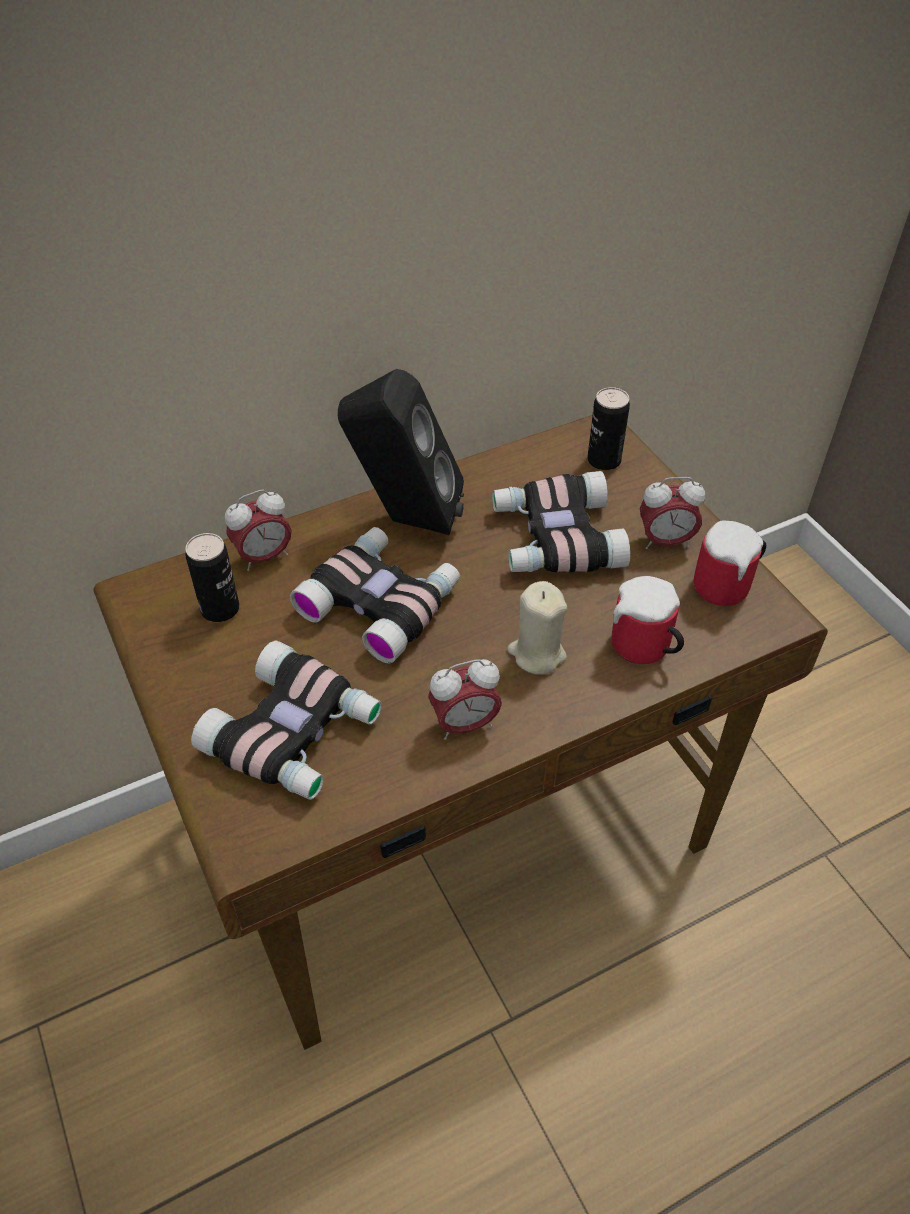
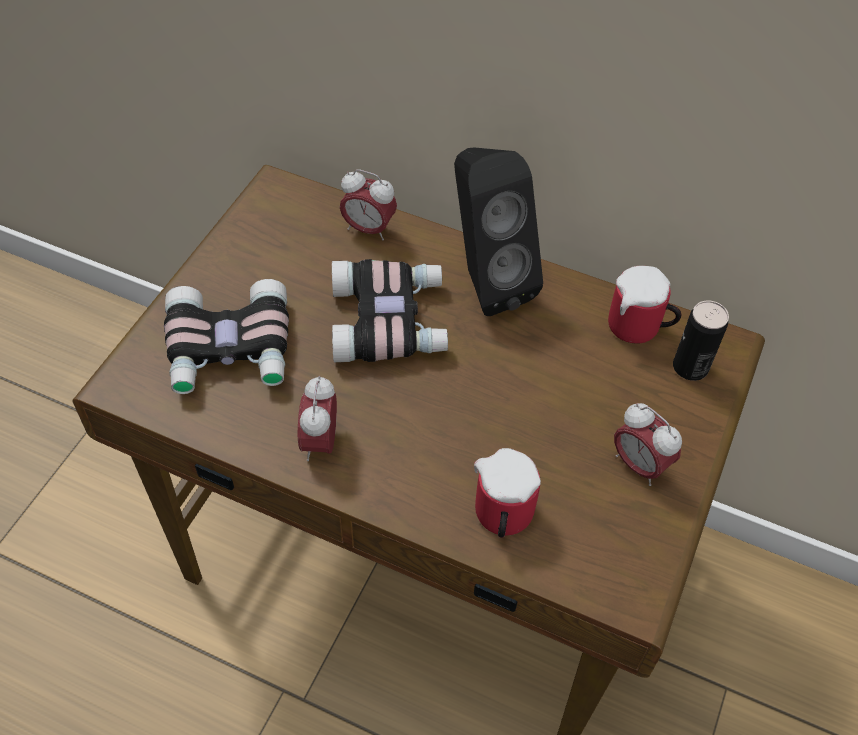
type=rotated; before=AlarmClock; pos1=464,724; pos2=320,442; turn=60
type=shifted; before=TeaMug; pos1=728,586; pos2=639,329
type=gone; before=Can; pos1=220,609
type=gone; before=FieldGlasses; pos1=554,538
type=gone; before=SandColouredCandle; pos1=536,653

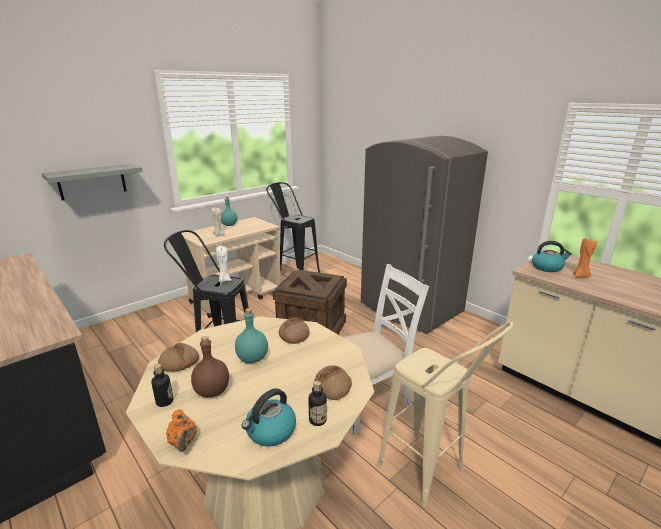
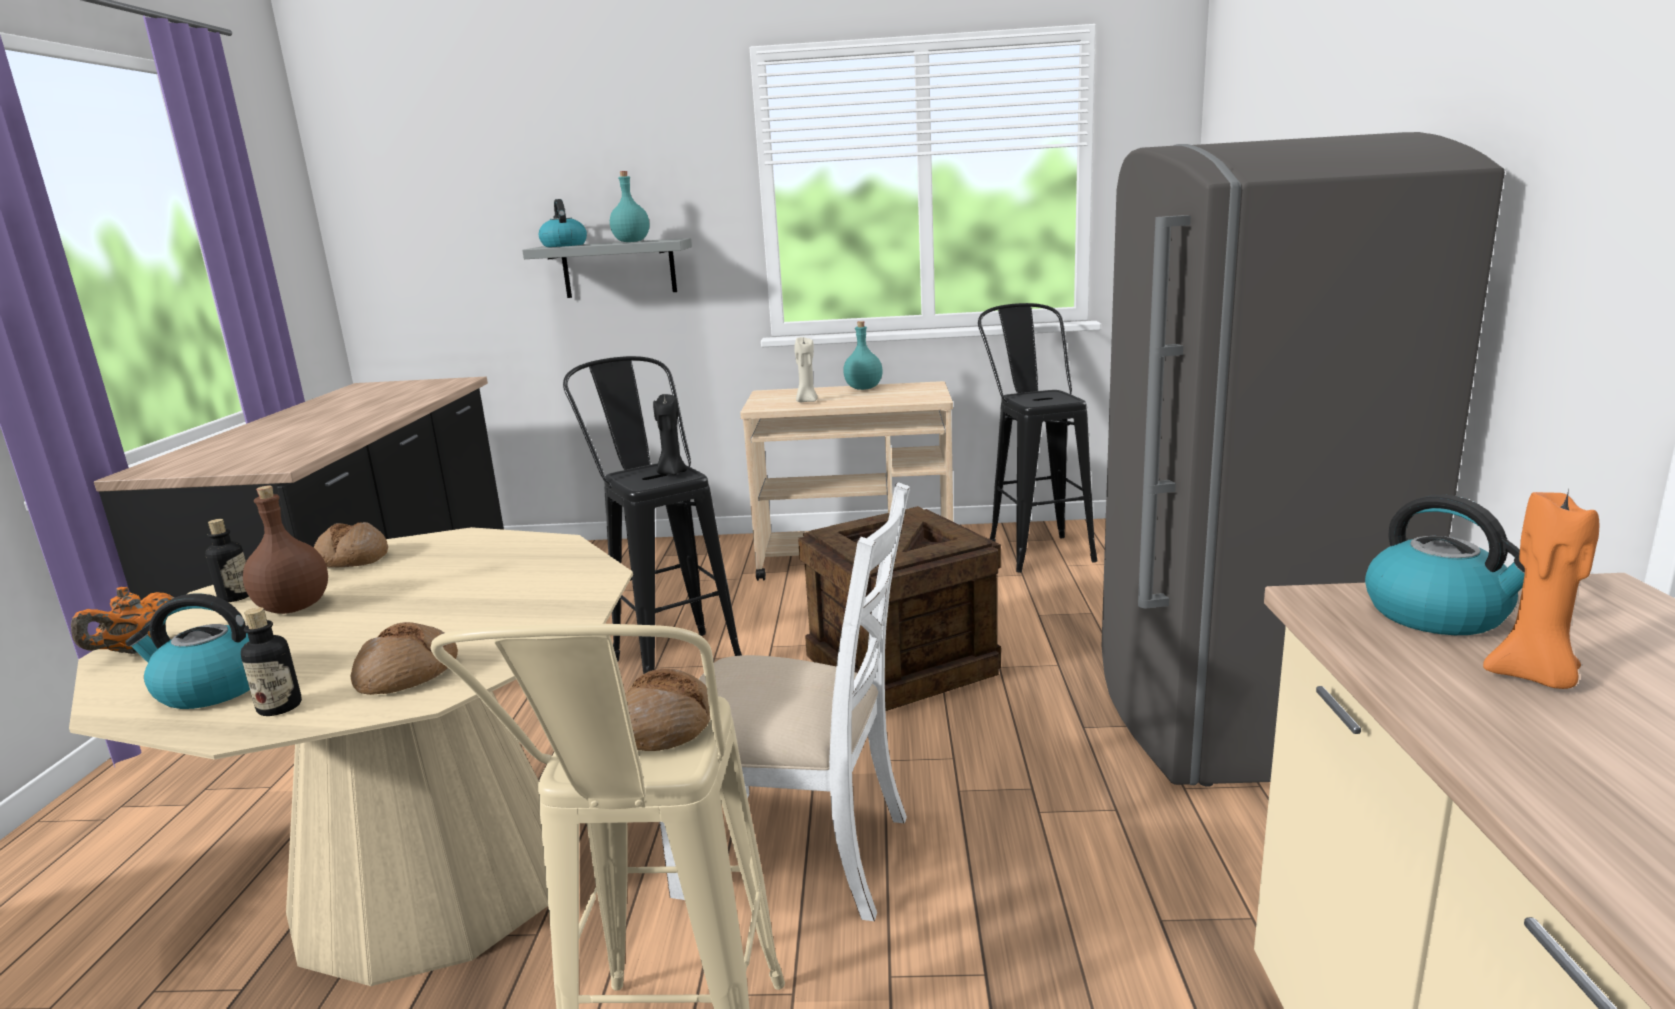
type=new; after=WaterKettle; pos2=564,245
type=shifted; before=BlueGreenDrinkBottle; pos1=252,359; pos2=631,242
type=shifted; before=BakeryBread; pos1=294,335; pos2=664,726
type=repainted; before=WhitishCandle; after=BlackCandle; pos1=224,280; pos2=672,473

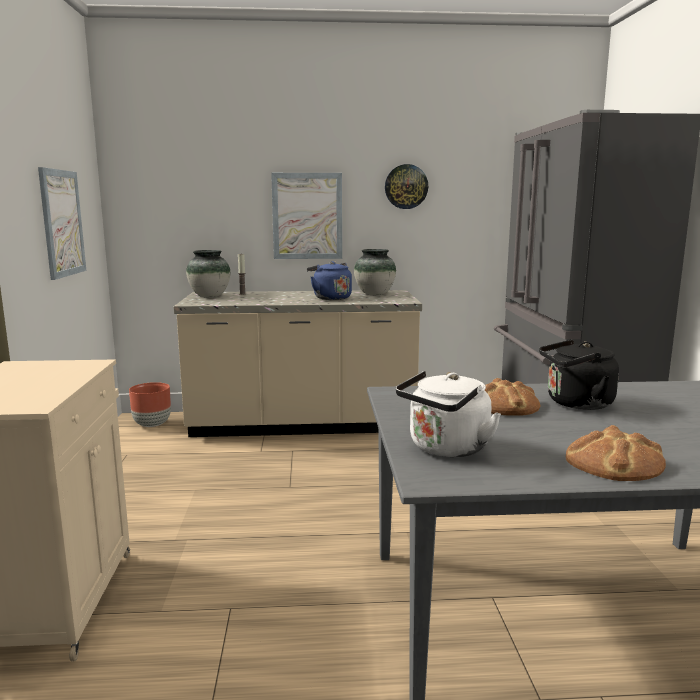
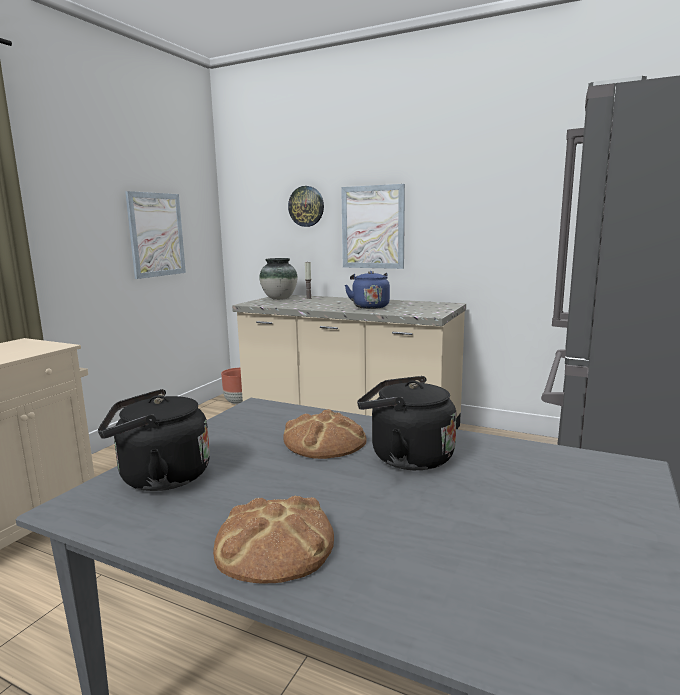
type=repainted; before=WhitishWaterKettle; after=BlackWaterKettle; pos1=446,449; pos2=159,478
type=shifted; before=HangingClock; pos1=406,186; pos2=306,206
type=gone; before=DecorativeVase; pos1=374,294

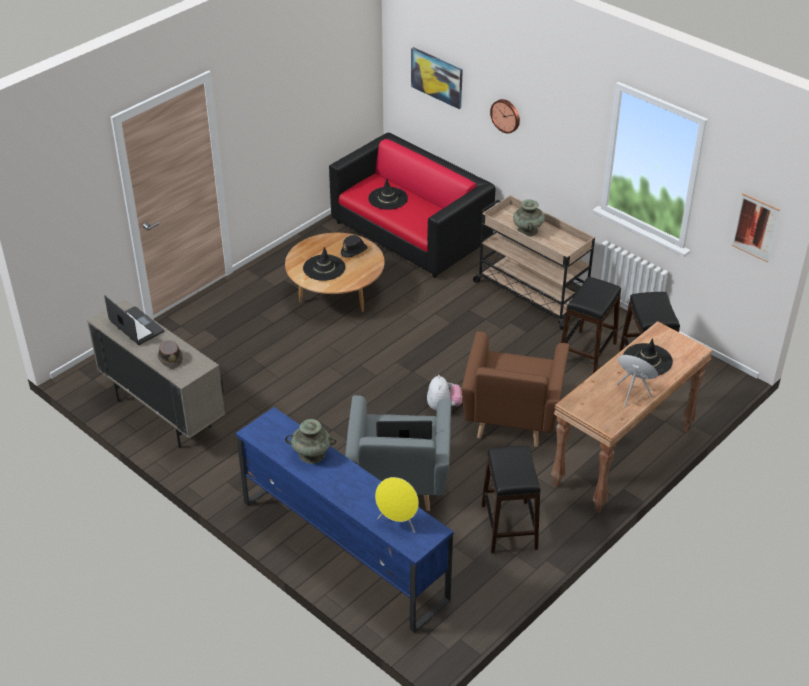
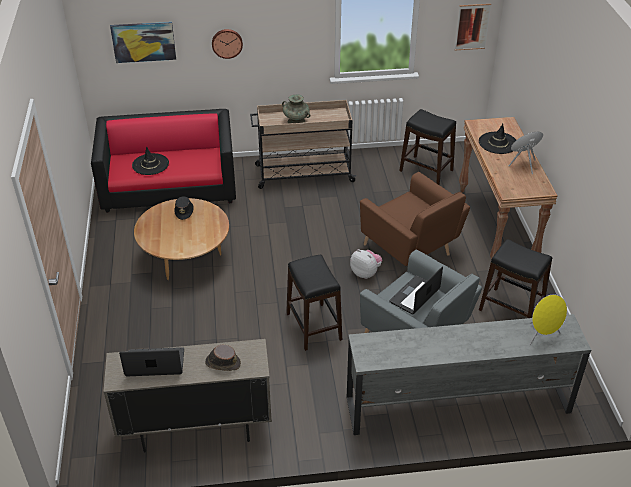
type=shifted; before=BlackStool; pos1=587,352; pos2=314,326
type=repainted; before=BlueColouredTvUnit; after=GreyishTvUnit; pos1=343,549; pos2=456,405
type=gone; before=BlueGreenDecorativeVase; pos1=311,454
type=gone; before=BlackWearableHat; pos1=324,268

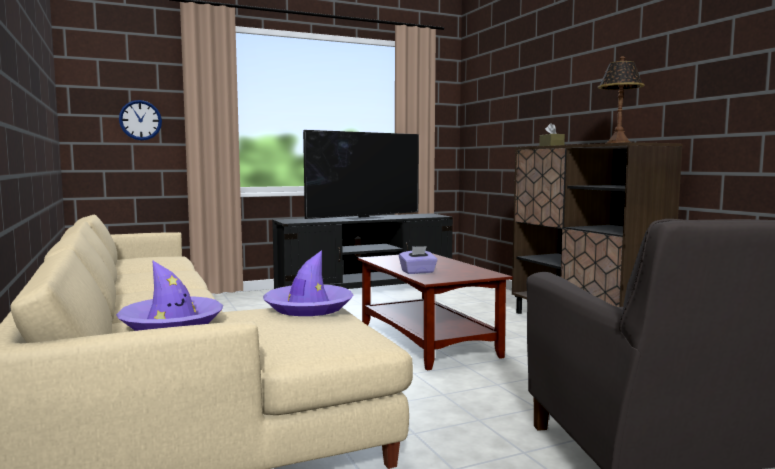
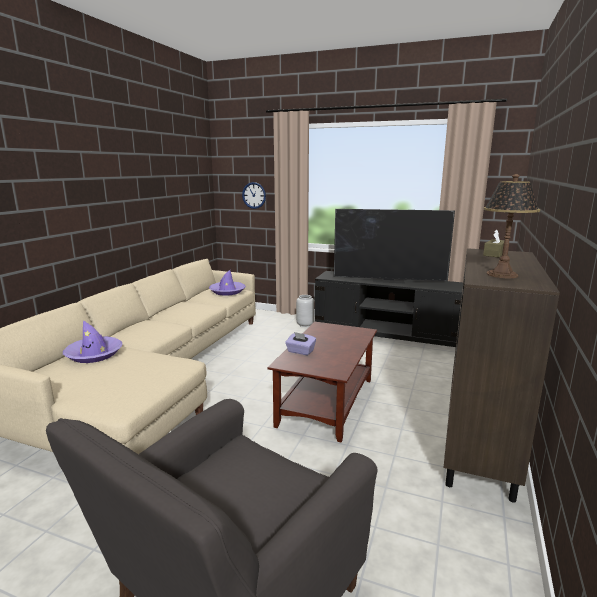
type=shifted; before=PurplishWearableHat; pos1=308,308; pos2=227,291
type=new; after=GreyishDecorativeVase; pos2=304,324

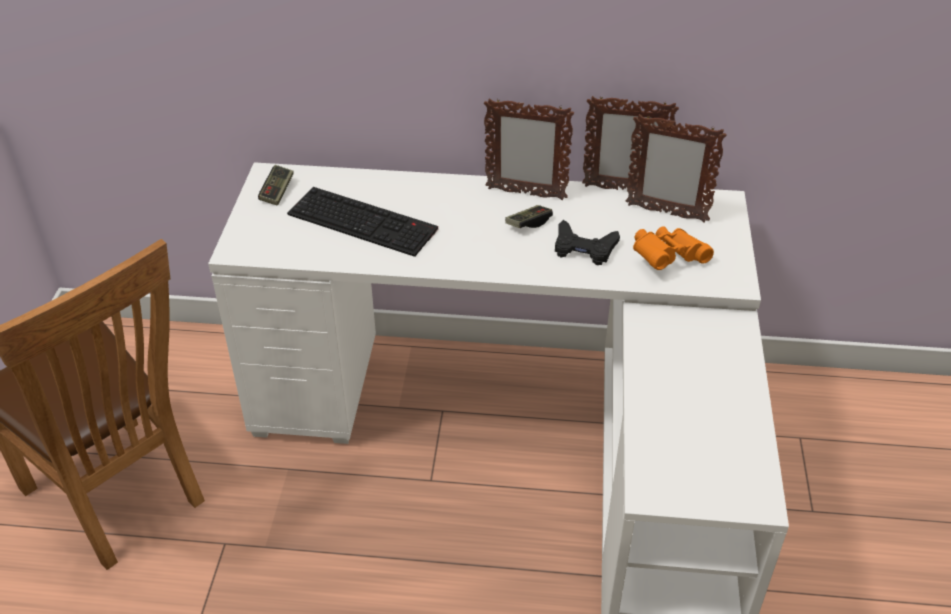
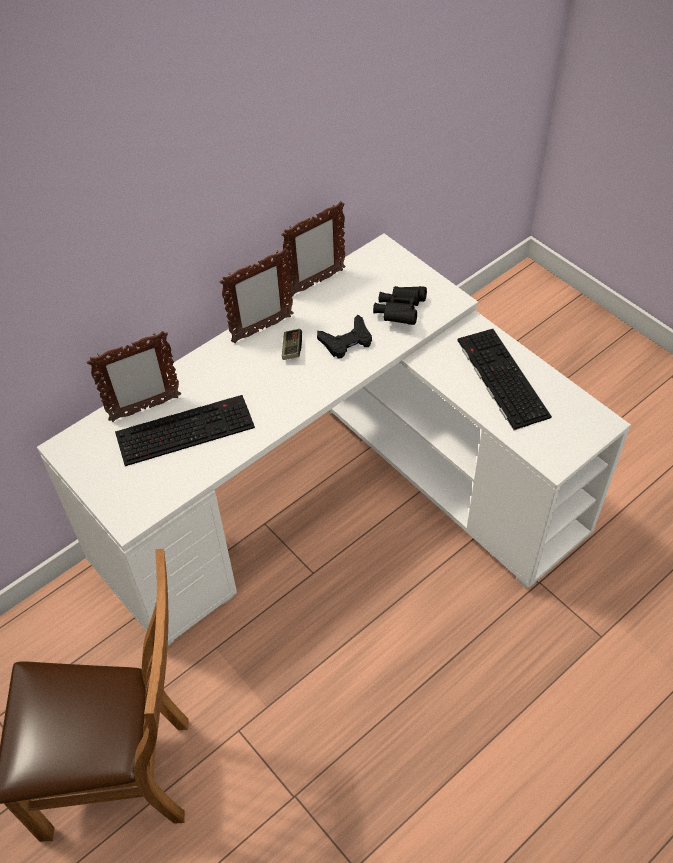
type=shifted; before=PhotoFrame; pos1=665,213; pos2=144,409
type=repainted; before=OrangeFieldGlasses; after=BlackFieldGlasses; pos1=667,258; pos2=400,312
type=new; after=ComputerKeyboard; pos2=500,377
type=gone; before=Gamepad; pos1=277,192

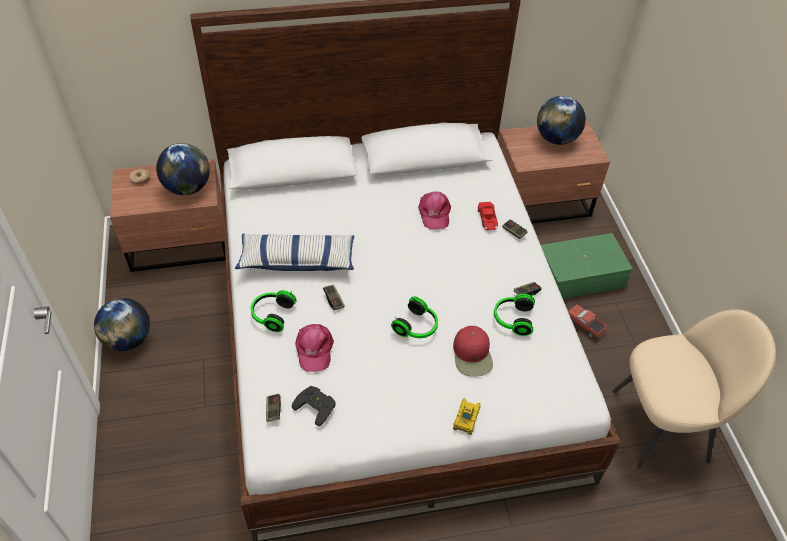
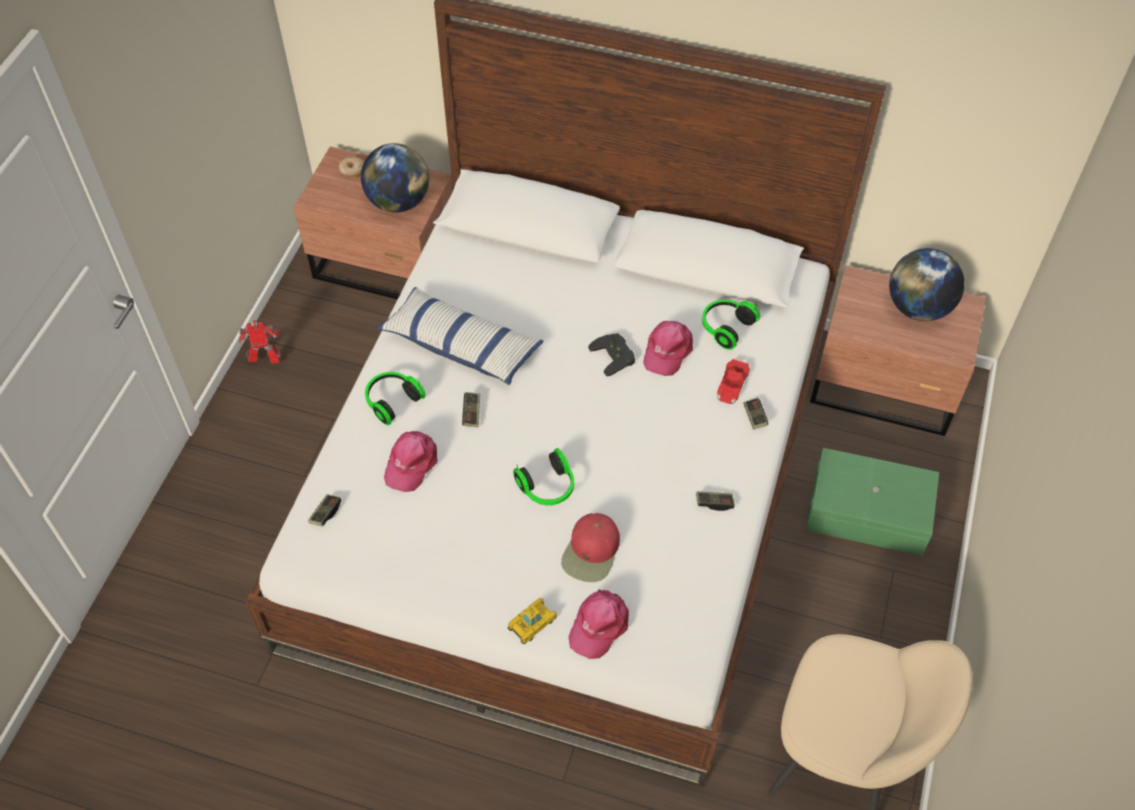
type=swapped; before=DeskGlobe; after=RobotFigure; pos1=128,340; pos2=266,361
type=new; after=PinkPeakedCap; pos2=599,625
type=shifted; before=BlackGamepad; pos1=317,405; pos2=615,355
type=shifted; before=PairOfHeadphones; pos1=512,319; pos2=725,327
type=gone; before=ToyTruck; pos1=584,325

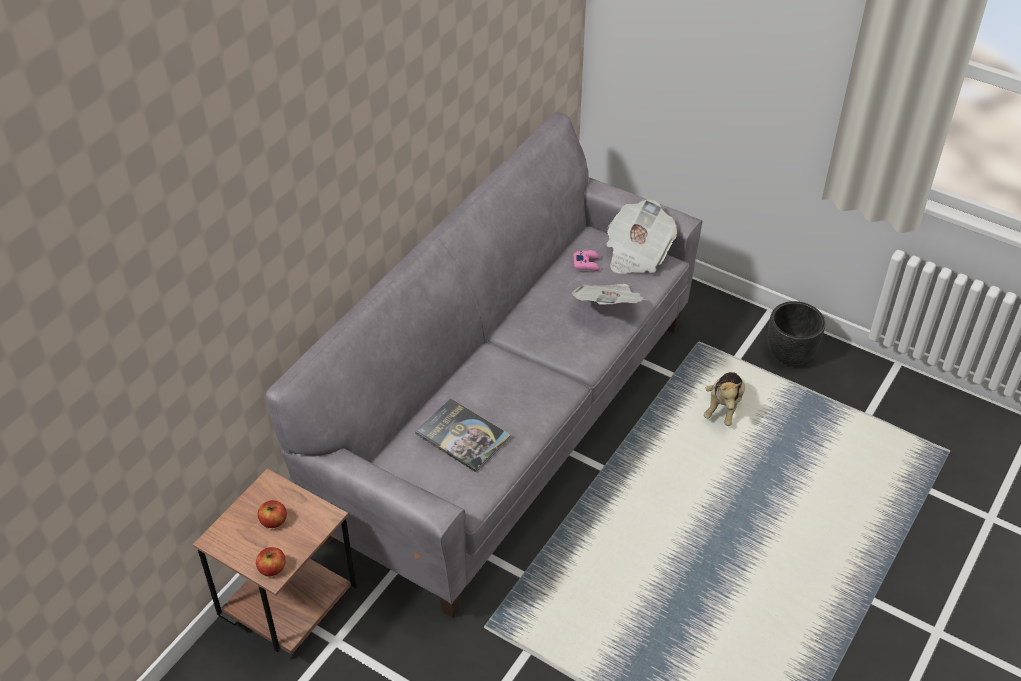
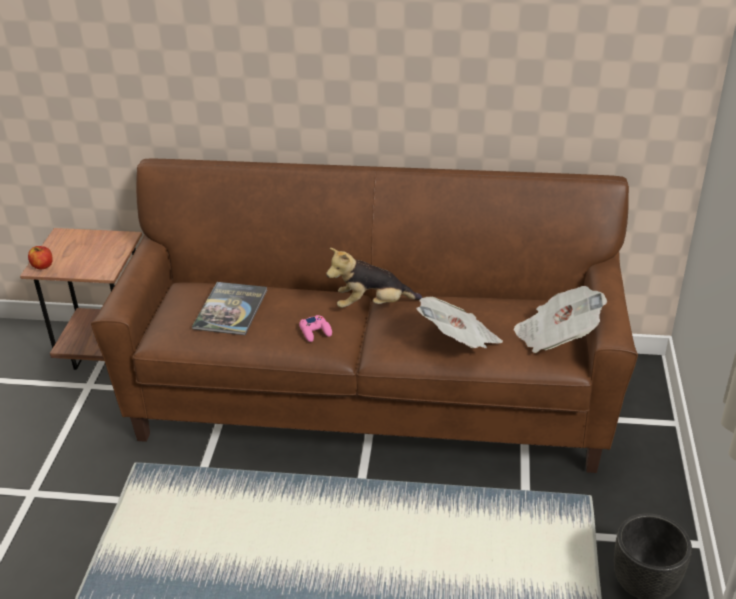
type=repainted; before=GreyishSofa; after=BrownColouredSofa; pos1=508,425; pos2=370,399
type=shifted; before=PinkGamepad; pos1=587,263; pos2=315,331
type=shifted; before=SoftToy; pos1=723,407; pos2=372,305
type=gone; before=Apple; pos1=273,521

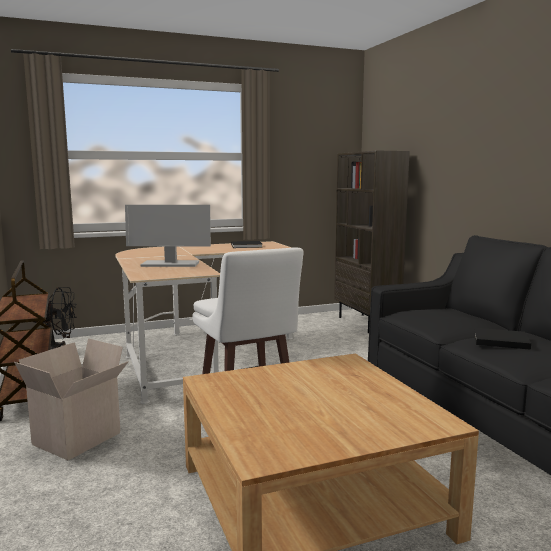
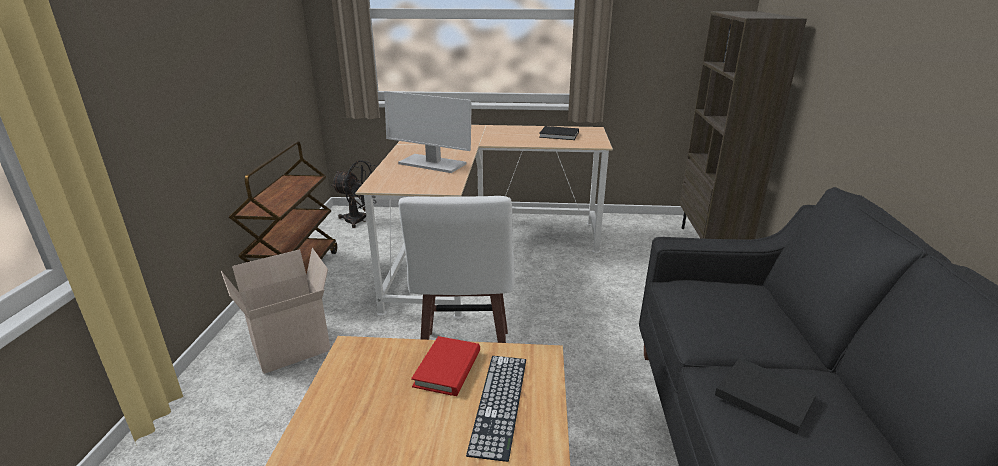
type=new; after=RedVolume; pos2=447,369
type=new; after=ComputerKeyboard; pos2=499,403

